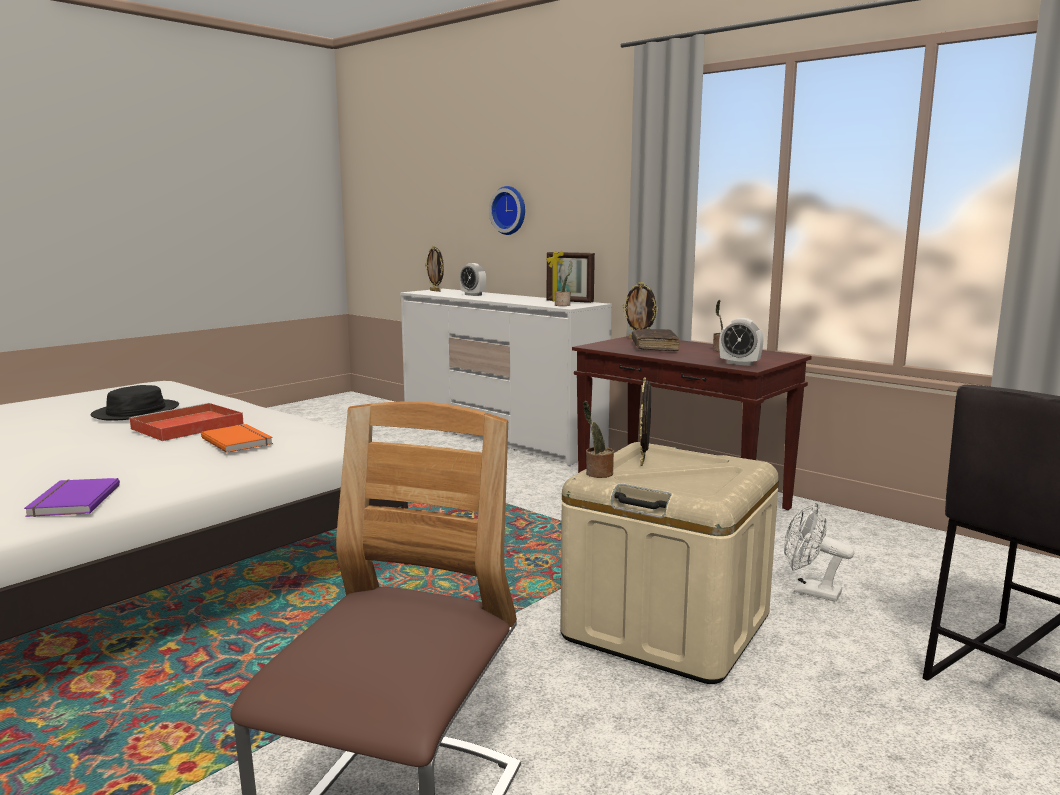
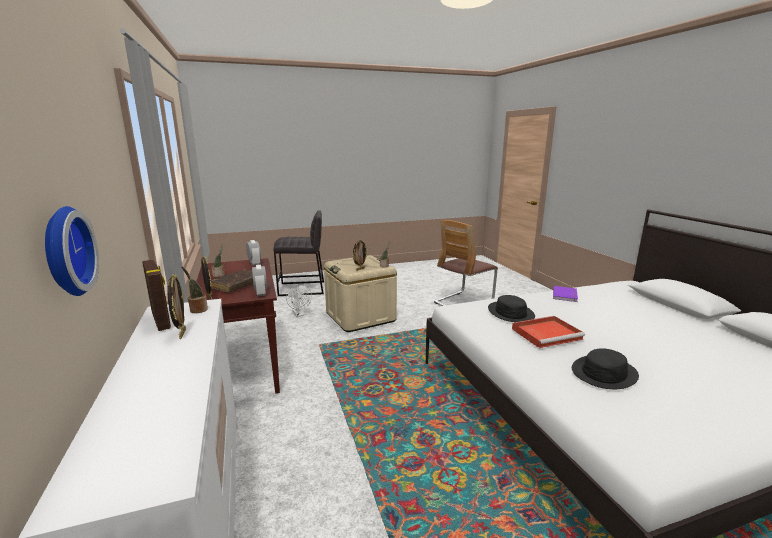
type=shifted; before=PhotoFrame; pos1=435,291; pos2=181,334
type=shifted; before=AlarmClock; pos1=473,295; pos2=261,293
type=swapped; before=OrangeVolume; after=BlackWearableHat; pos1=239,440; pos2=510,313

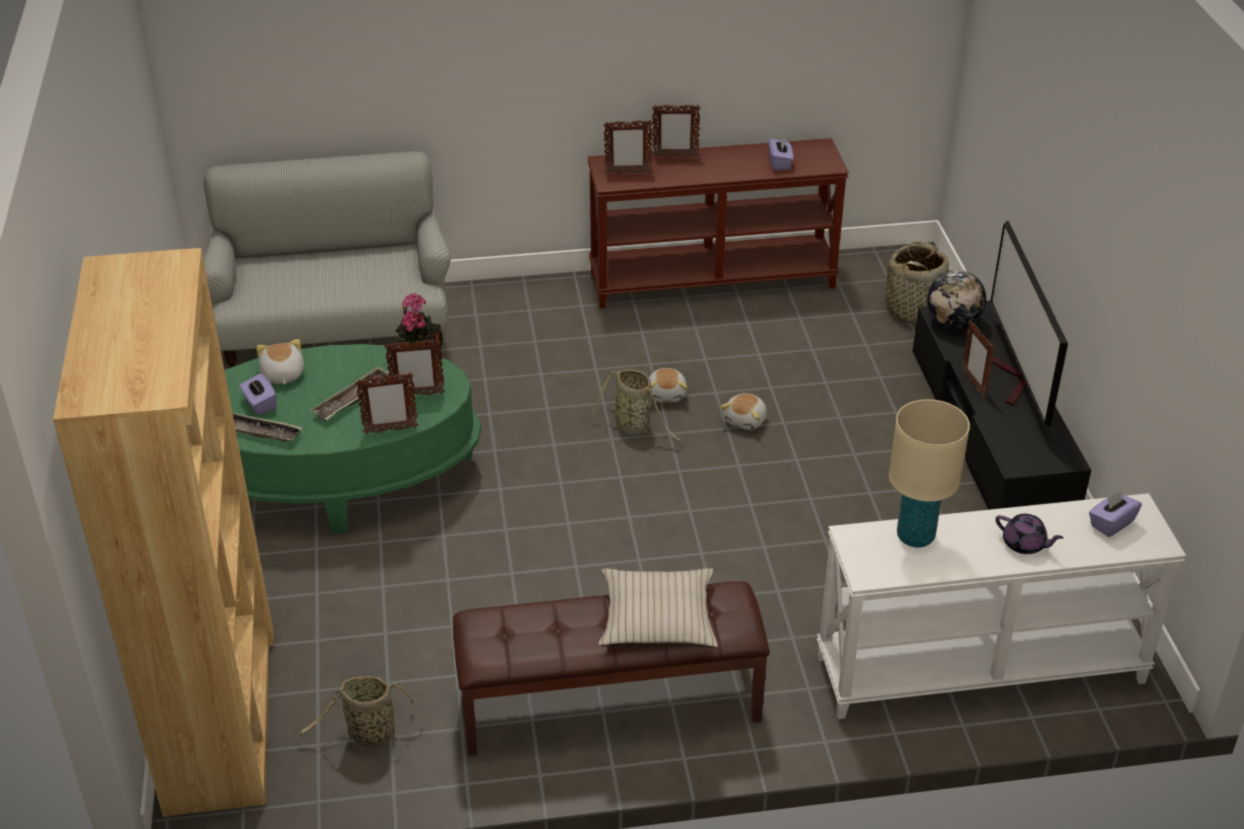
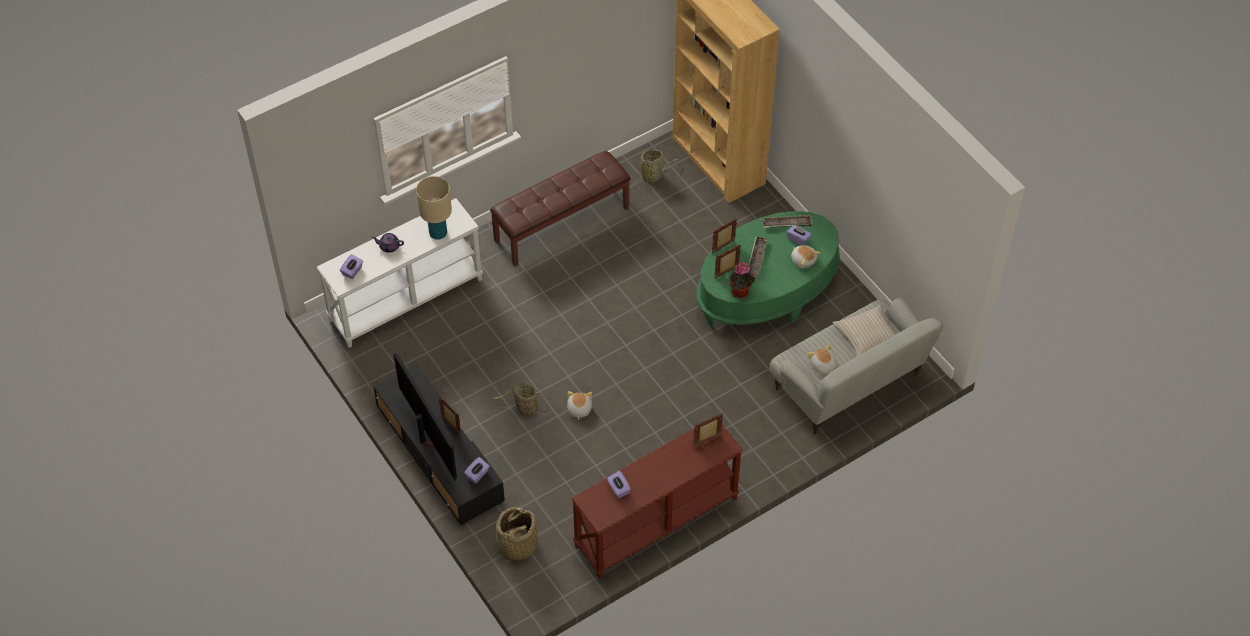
type=swapped; before=DeskGlobe; after=PurplishBoxOfTissues; pos1=953,322; pos2=477,474
type=shifted; before=HouseholdBasket; pos1=634,426; pos2=525,409
type=shifted; before=SoftToy; pos1=667,394; pos2=822,366
type=shifted; before=SandColouredCushion; pos1=657,618; pos2=868,337
type=gone; before=PhotoFrame; pos1=675,156

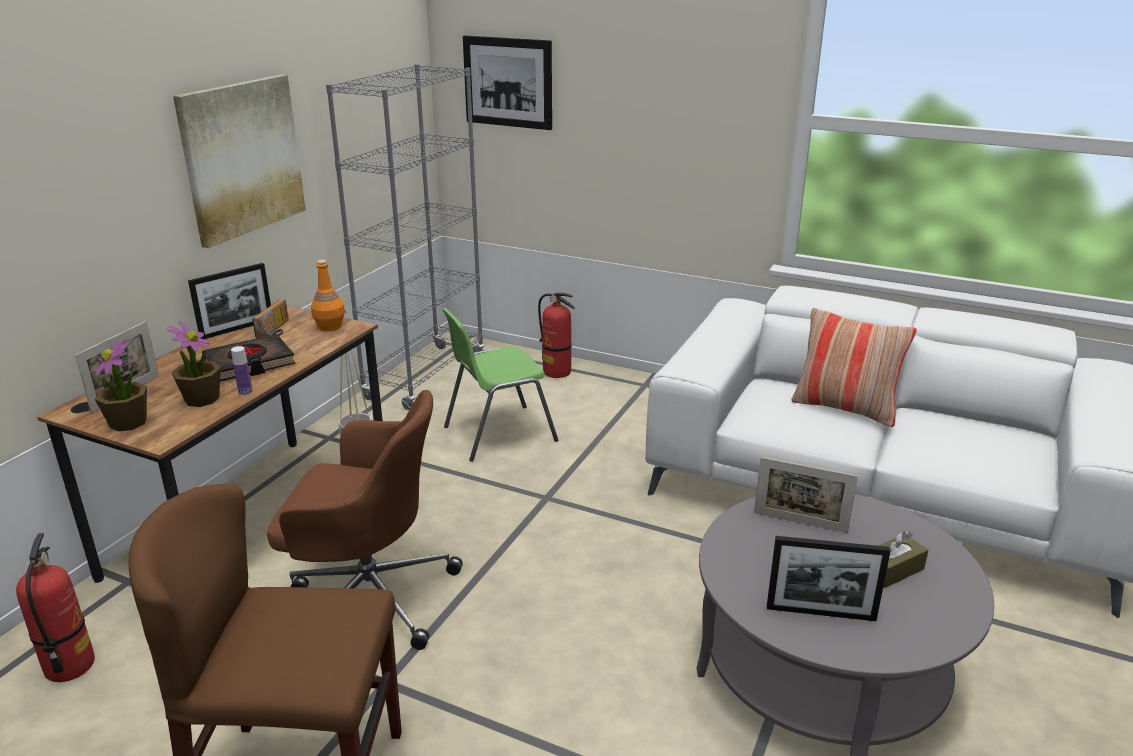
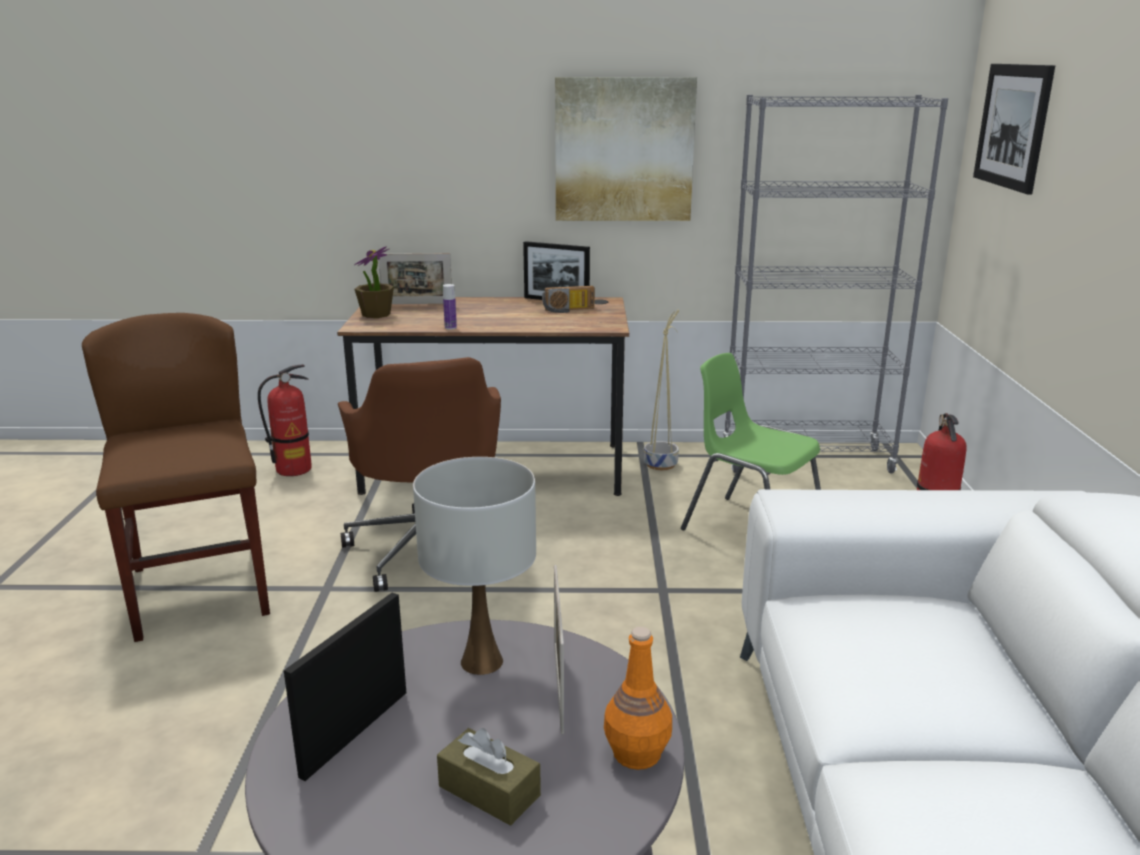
type=rotated; before=PhotoFrame; pos1=820,613; pos2=355,732; turn=45
type=new; after=WhitishTableLamp; pos2=482,661
type=shifted; before=OrangeDrinkBottle; pos1=330,326; pos2=636,754
type=gone; before=Houseplant; pos1=201,399
type=gone; before=BlackVolume; pos1=249,363
type=gone; before=Cushion; pos1=845,408

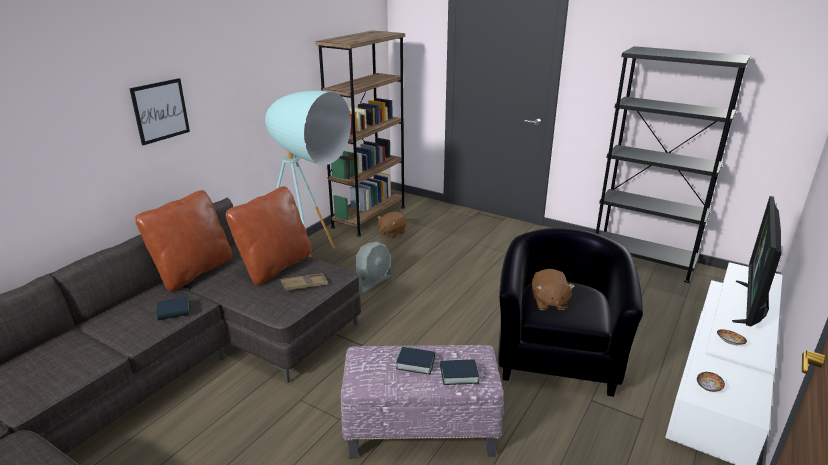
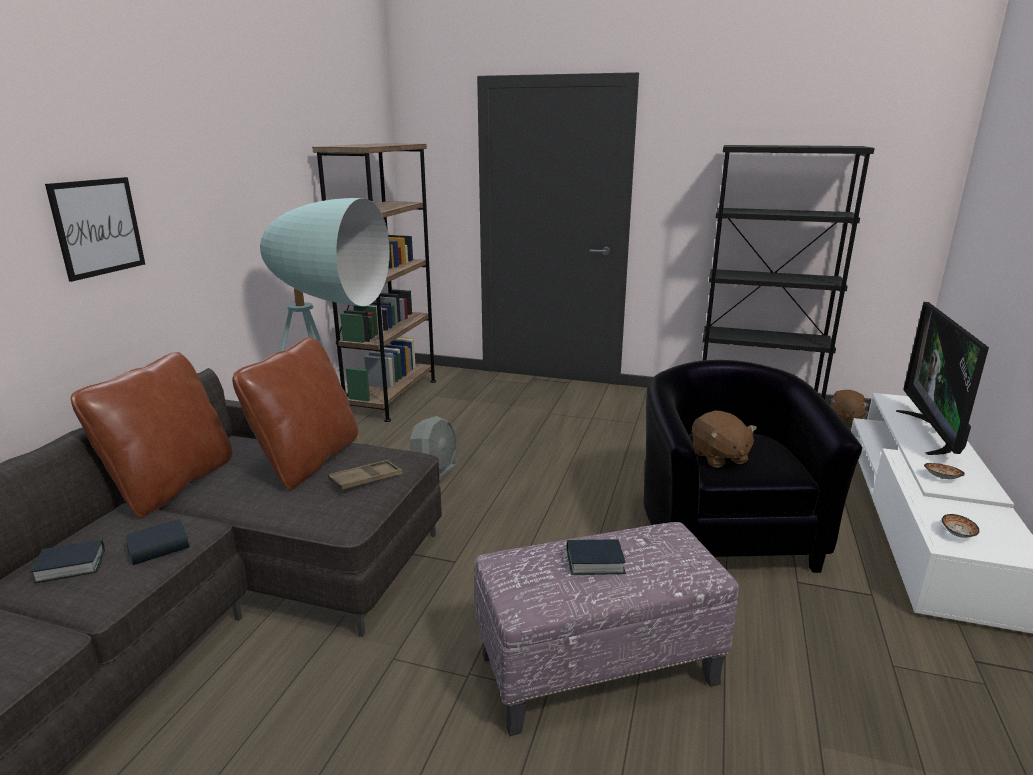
type=shifted; before=Volume; pos1=459,375; pos2=71,566
type=shifted; before=BrownColouredSoftToy; pos1=391,233; pos2=844,420

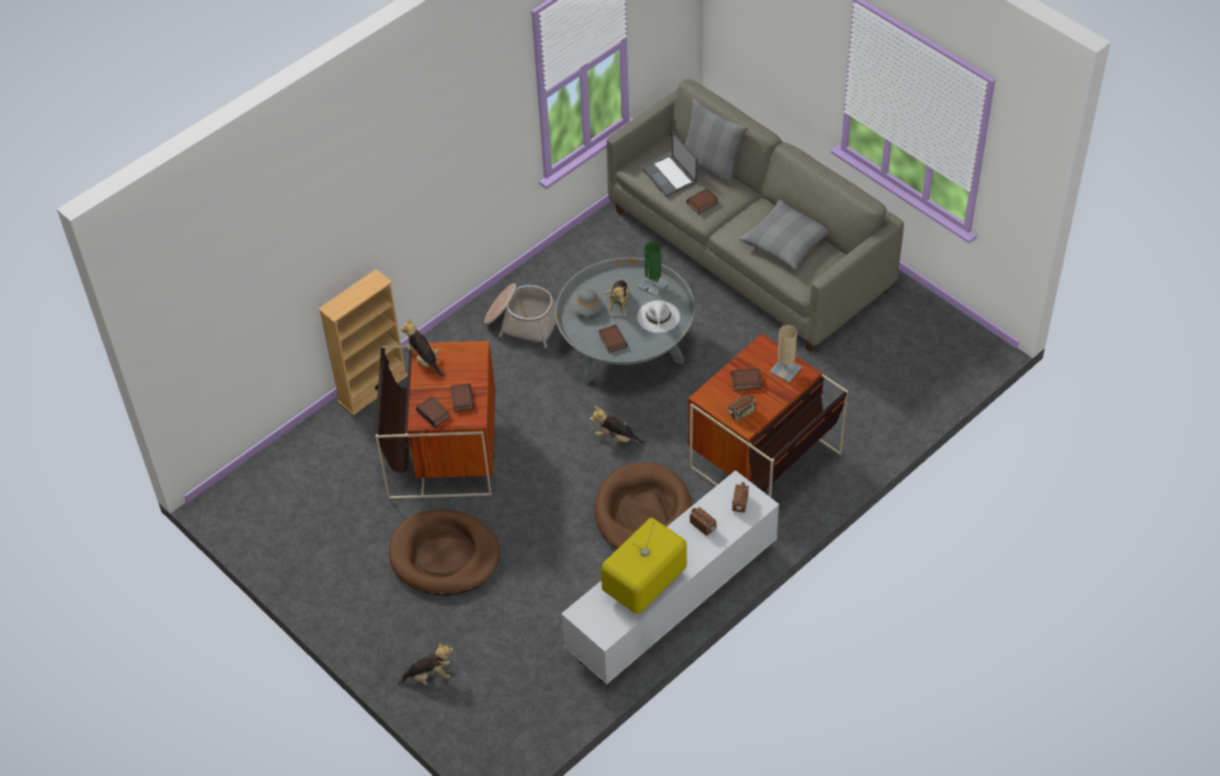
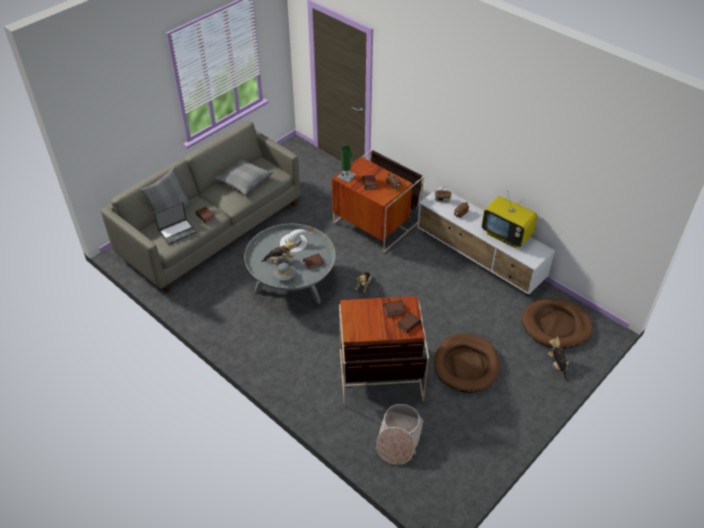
type=shifted; before=GreenishTableLamp; pos1=653,285; pos2=346,176
type=shifted; before=HouseholdBasket; pos1=522,322; pos2=398,439
type=shifted; before=BrownColouredDogBed; pos1=643,513; pos2=556,326
type=gone; before=SandColouredShelvingUnit; pos1=372,389
type=gone; before=SoftToy; pos1=424,359
type=gone; before=SandColouredTableLamp; pos1=785,370

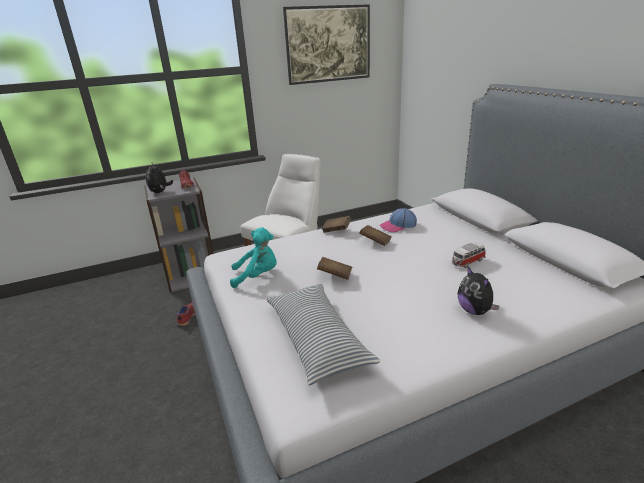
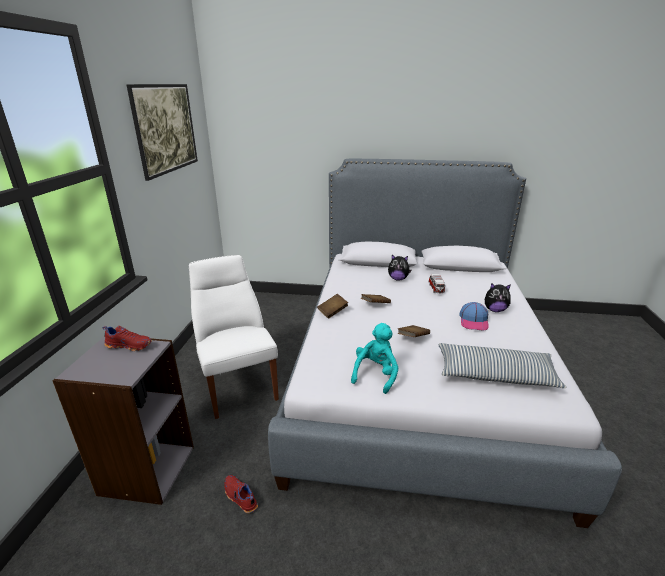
type=shifted; before=SoftToy; pos1=160,192; pos2=398,279
type=shifted; before=PeakedCap; pos1=398,225; pos2=474,321

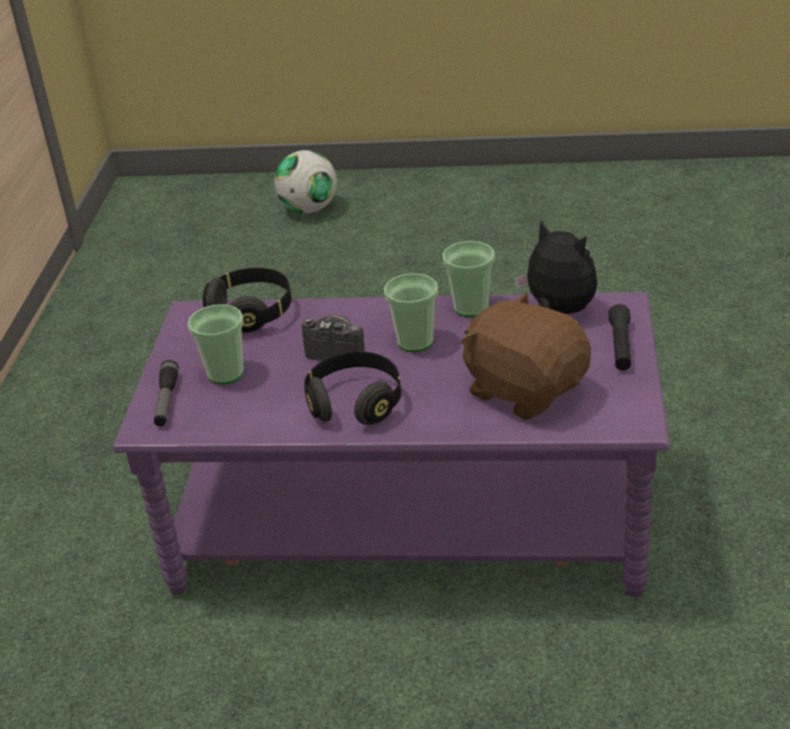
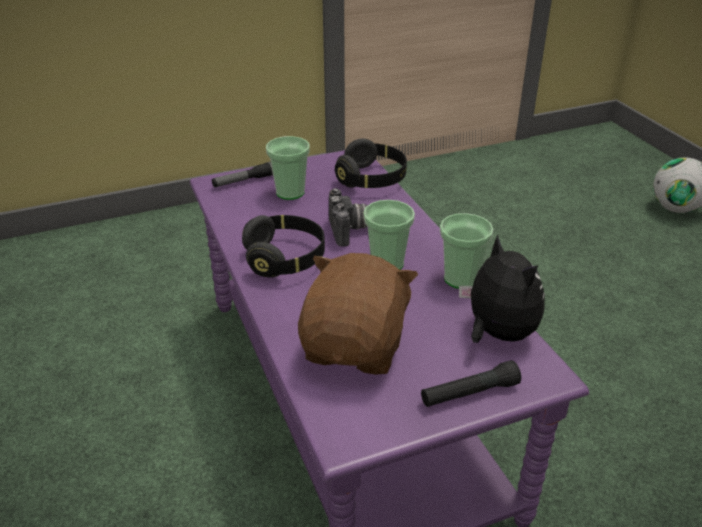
type=rotated; before=SoftToy; pos1=558,311; pos2=497,333; turn=-45

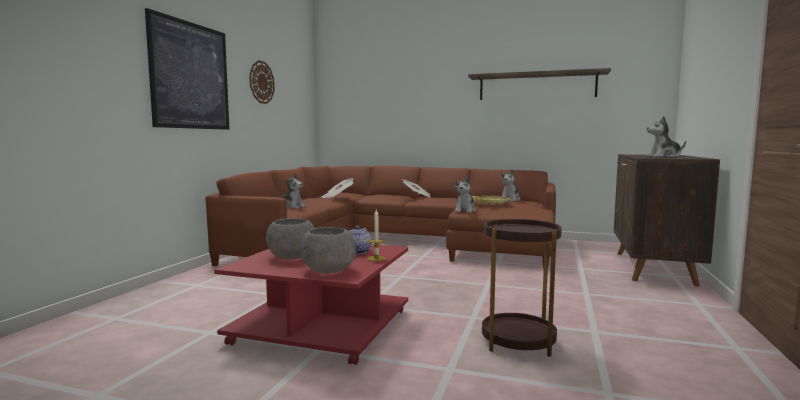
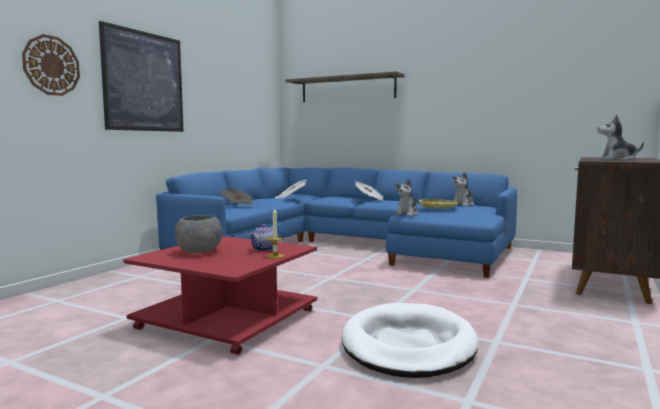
type=shifted; before=HangingClock; pos1=261,82; pos2=51,65
type=repainted; before=BrownColouredSofa; after=BlueColouredSofa; pos1=394,244; pos2=344,246
type=swapped; before=SoftToy; after=DailyPaper; pos1=292,207; pos2=238,206
type=shifted; before=Shelf; pos1=536,86; pos2=347,89
type=swapped; before=BrownColouredAccentTable; after=WhitishDogBed; pos1=518,341; pos2=408,345
type=gone; before=GreyishDeepDish; pos1=328,271

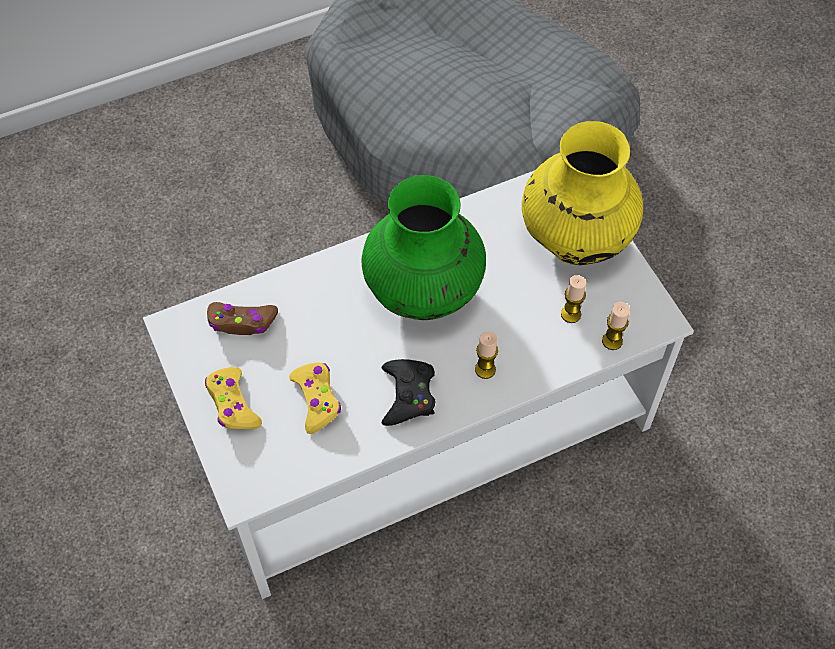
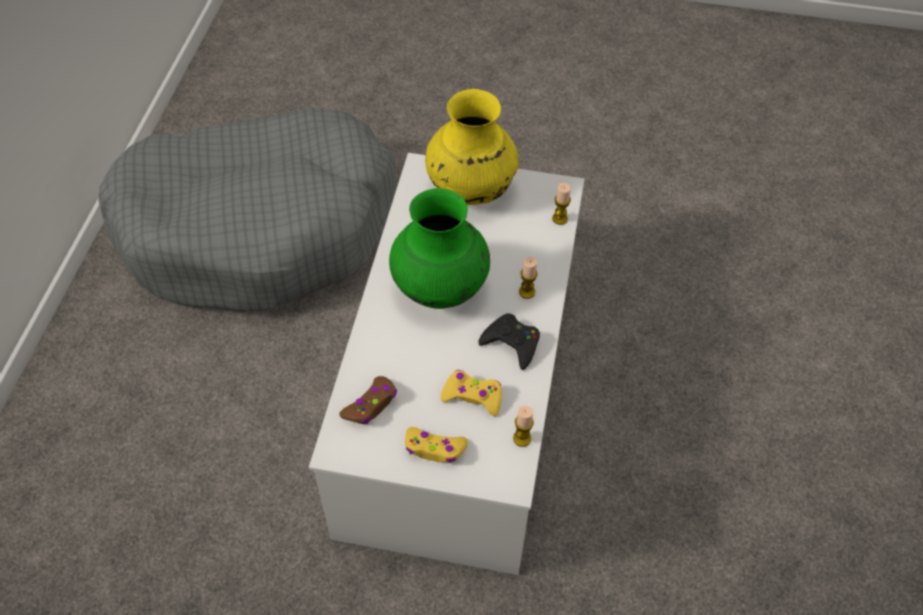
type=shifted; before=Candle; pos1=571,314; pos2=522,438

